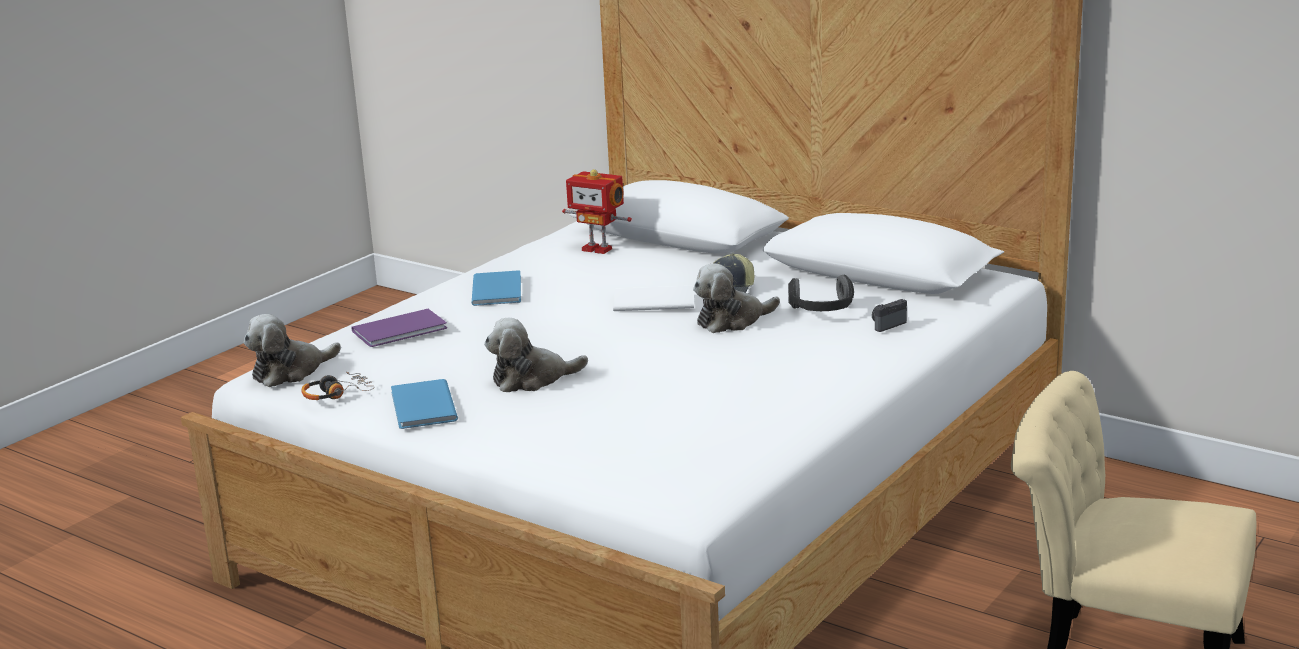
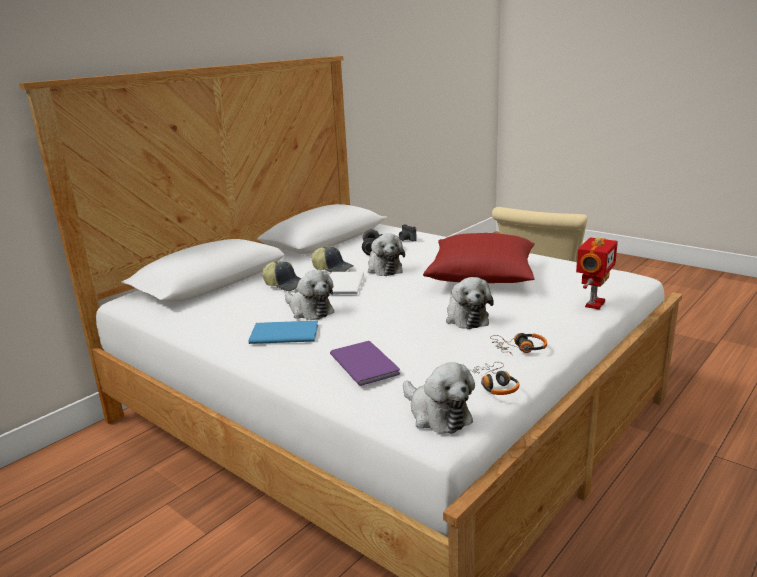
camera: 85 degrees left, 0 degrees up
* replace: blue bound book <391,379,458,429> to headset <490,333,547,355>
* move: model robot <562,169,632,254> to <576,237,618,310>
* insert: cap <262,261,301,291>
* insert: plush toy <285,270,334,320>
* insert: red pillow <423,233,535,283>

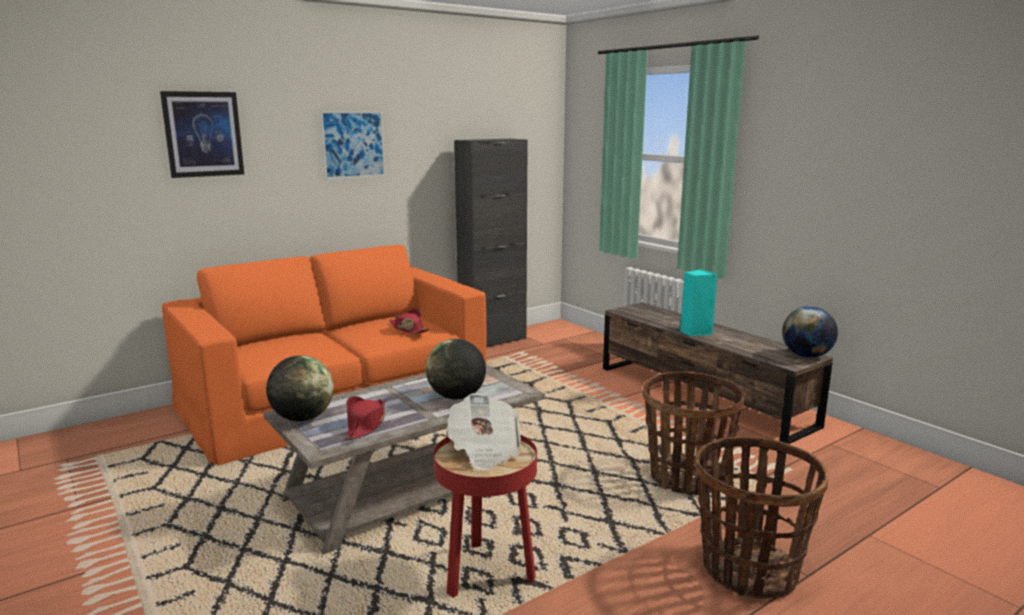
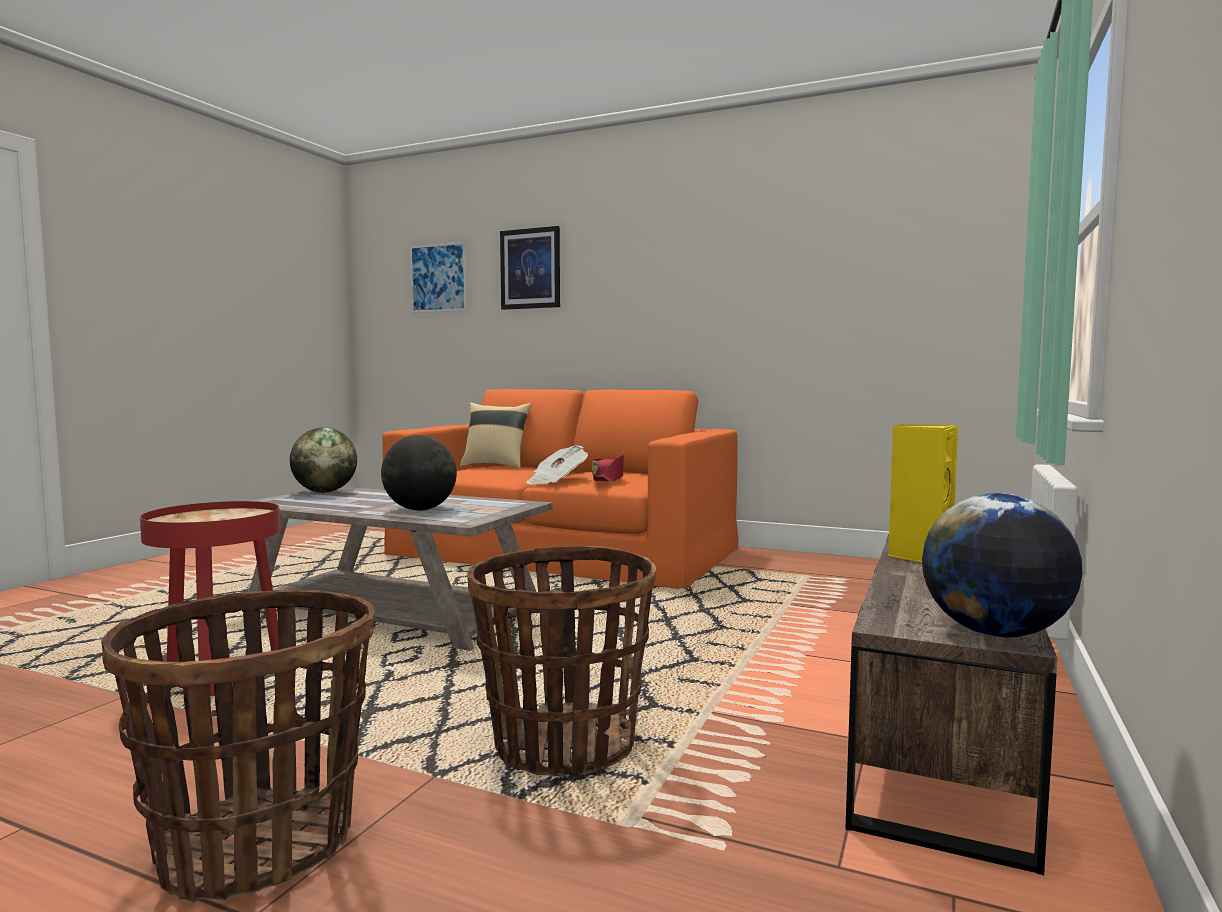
camera: 60 degrees right, 10 degrees down
* move: wall art <320,111,386,180> to <410,241,467,313>
* delete: red hat <345,396,385,440>
* move: newspaper <446,393,521,471> to <526,445,588,485>
* delete: black cupboard <454,139,528,347>
* recolor: blue-green loudspeaker <680,269,717,336> to yellow loudspeaker <888,424,958,562>
* insert: sand-coloured pillow <460,403,531,469>

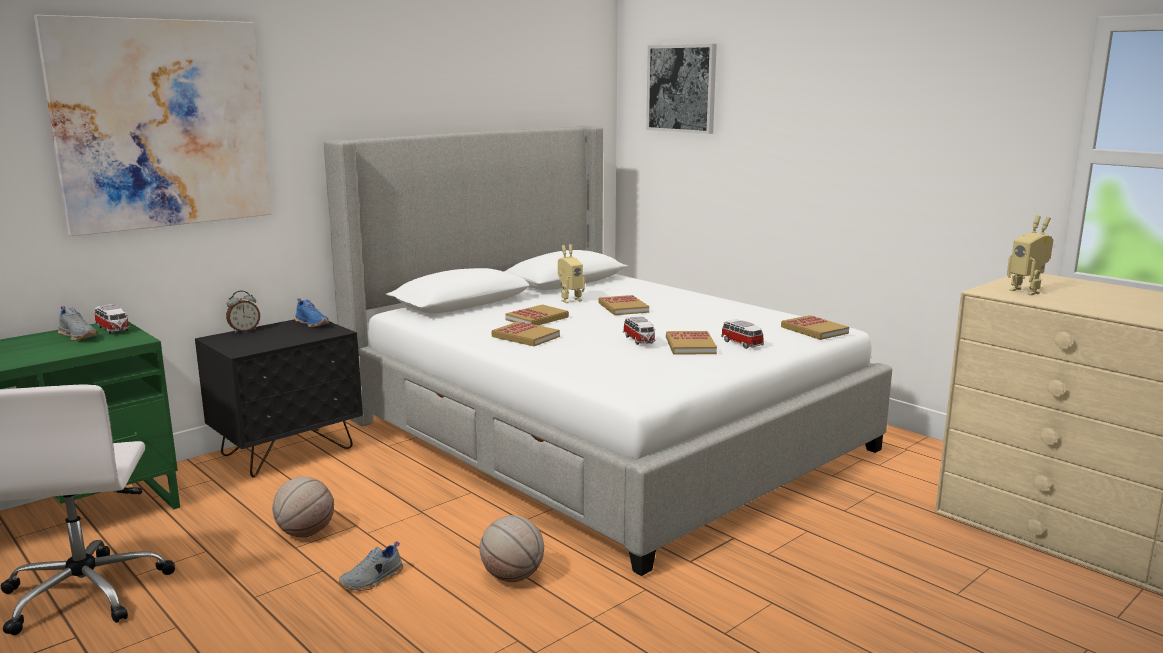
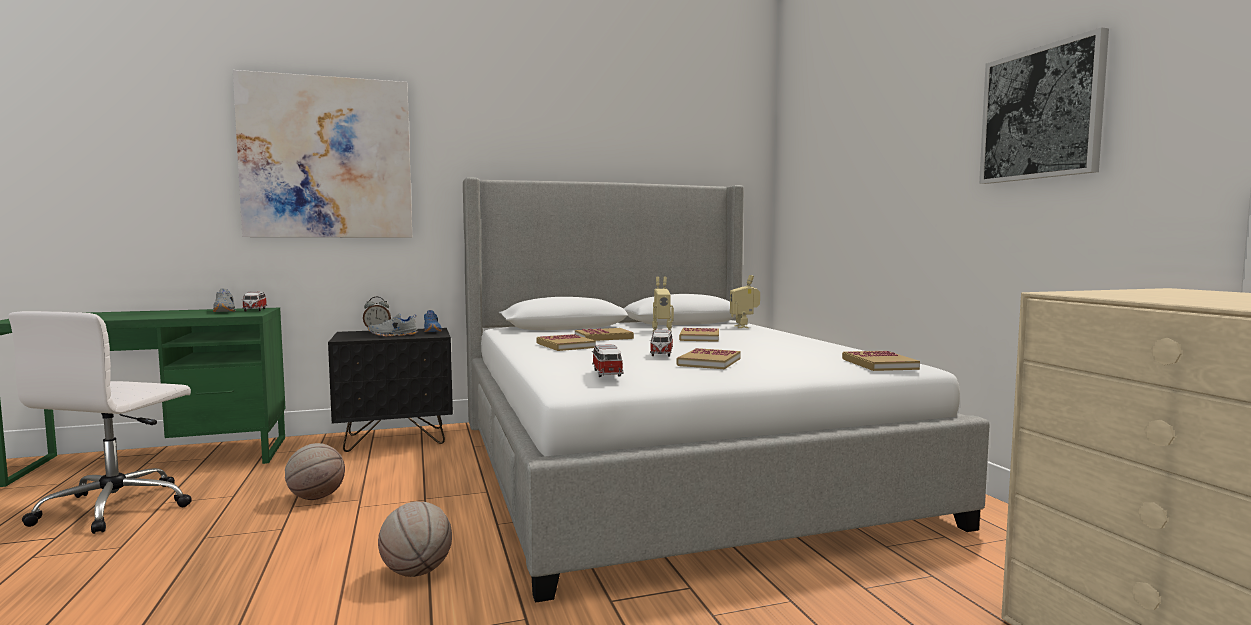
camera: 25 degrees right, 10 degrees down
* move: grey shoe <339,541,403,591> to <368,314,418,337>
* move: wall art <646,44,717,134> to <979,27,1109,184>
* move: miniature car <721,319,764,349> to <592,344,623,377>
* move: model robot <1007,215,1053,295> to <730,275,760,328>

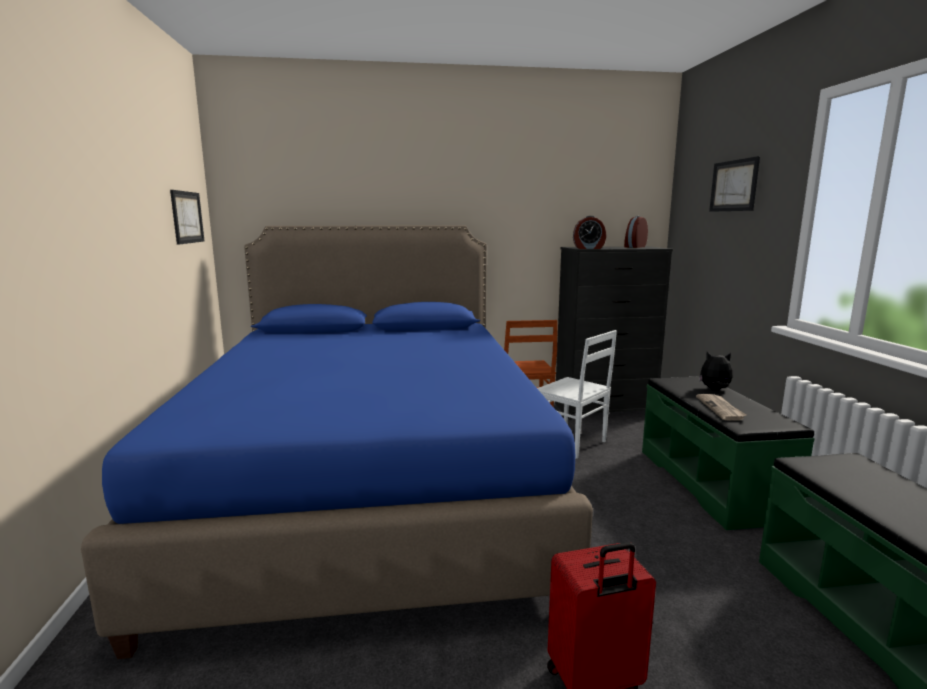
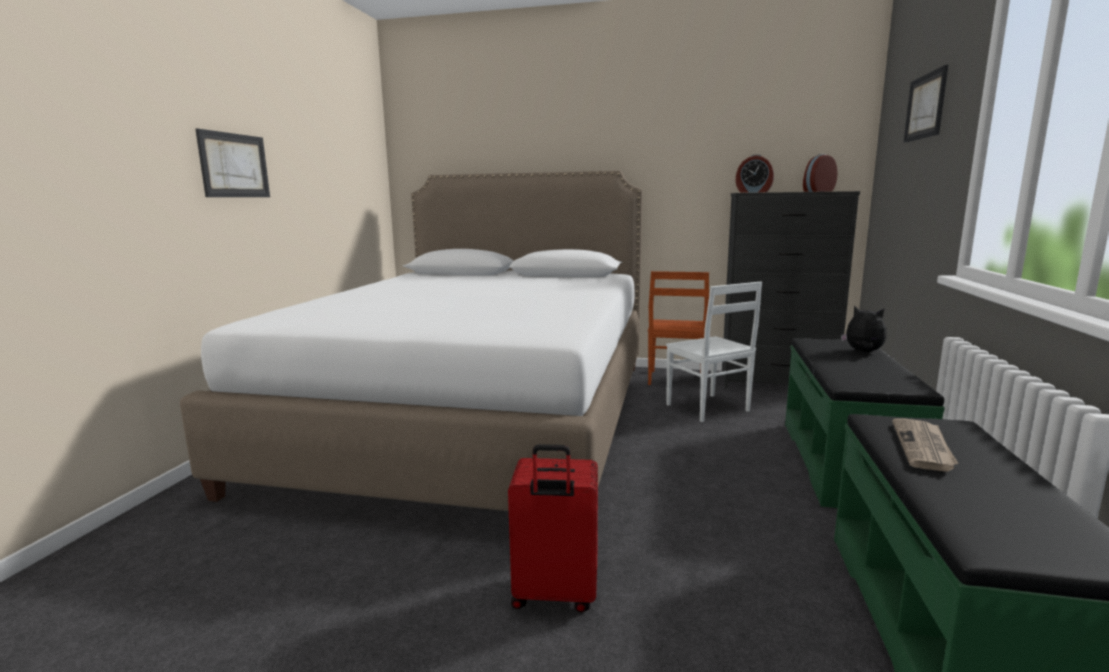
camera: 20 degrees right, 0 degrees up
* recolor: blue sleeping bed <81,225,593,659> to white sleeping bed <180,171,643,511>
* move: wall art <170,190,204,245> to <195,129,270,197>
* move: newspaper <696,394,746,420> to <892,419,958,472>

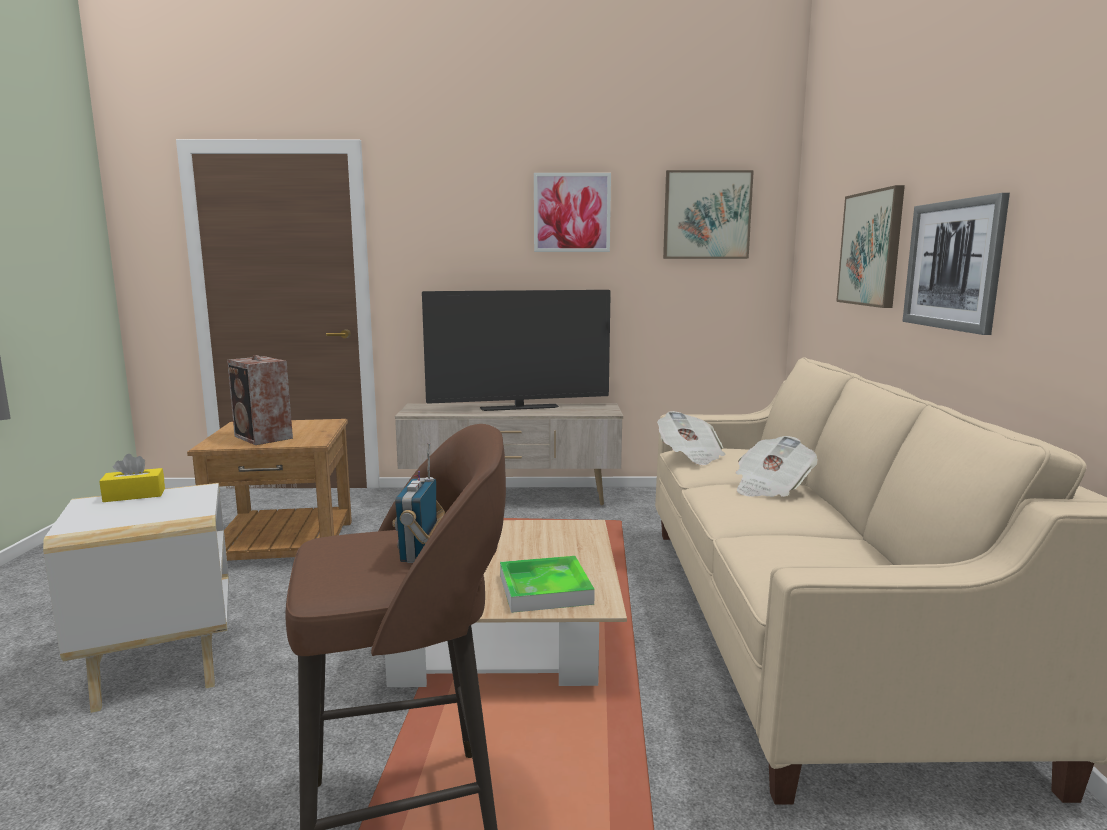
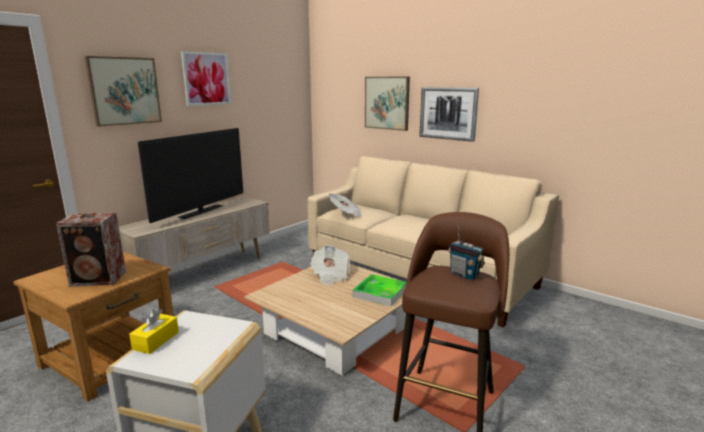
camera: 50 degrees left, 5 degrees up
* move: wall art <663,170,754,259> to <84,56,162,127>
* move: newspaper <736,436,818,497> to <310,245,350,285>

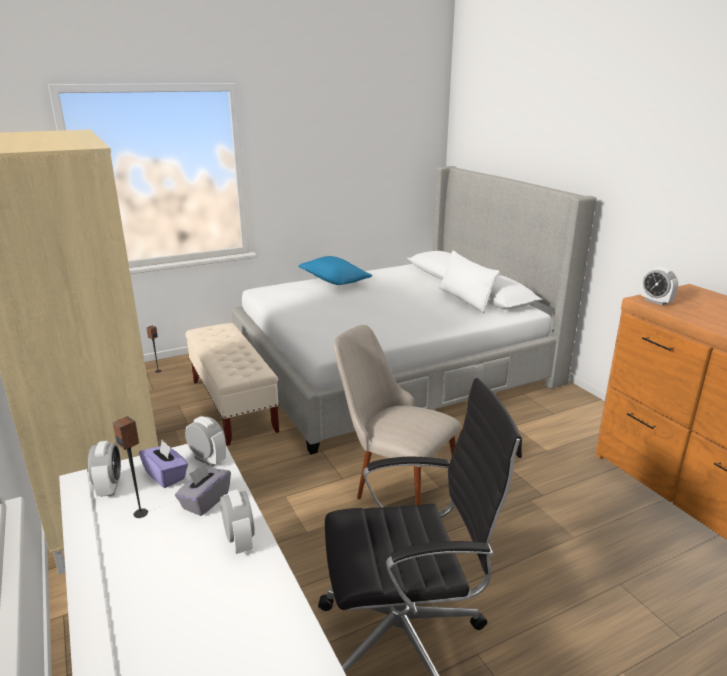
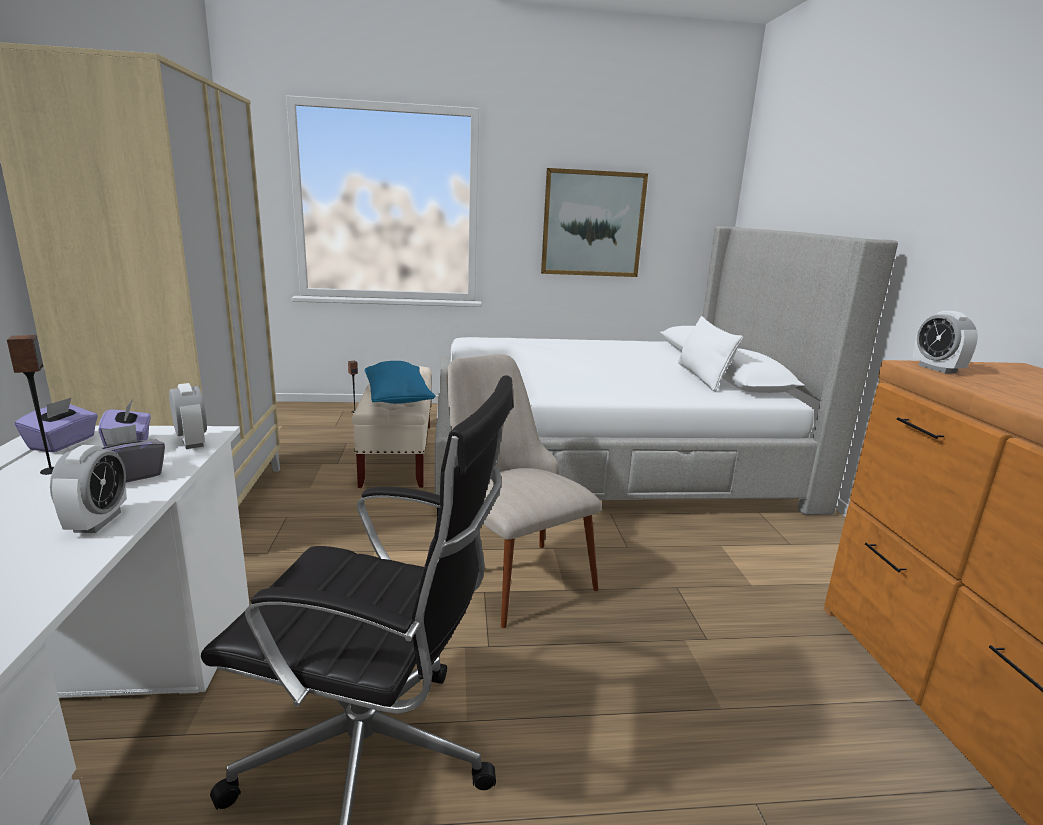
camera: 20 degrees right, 5 degrees down
* replace: alarm clock <88,441,121,497> to purple-coloured tissue holder <15,397,98,453>
* move: blue pillow <298,256,372,285> to <365,361,435,404>
* insert: wall art <541,168,648,277>

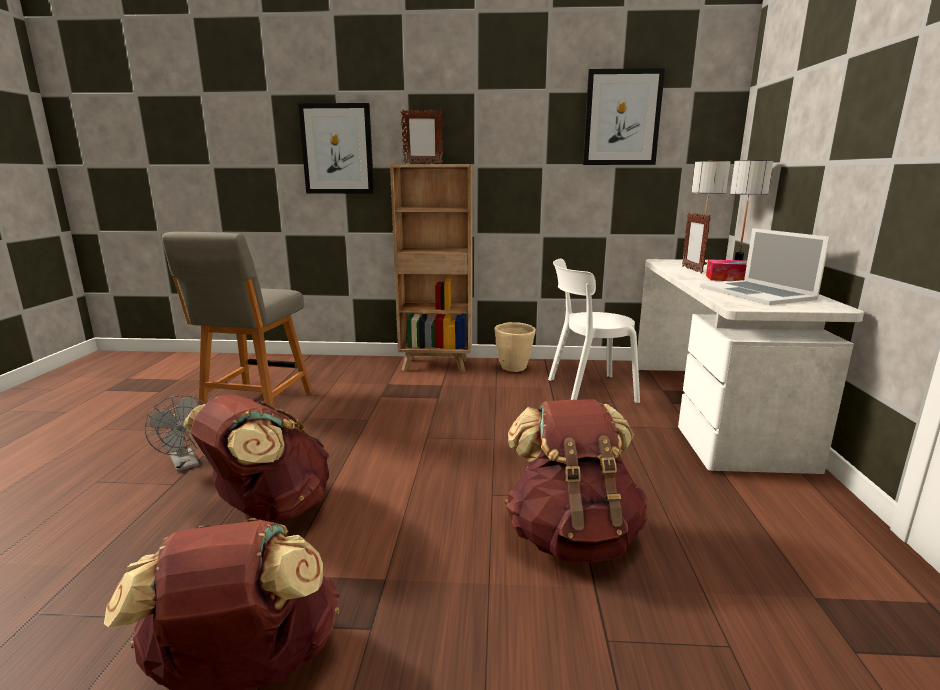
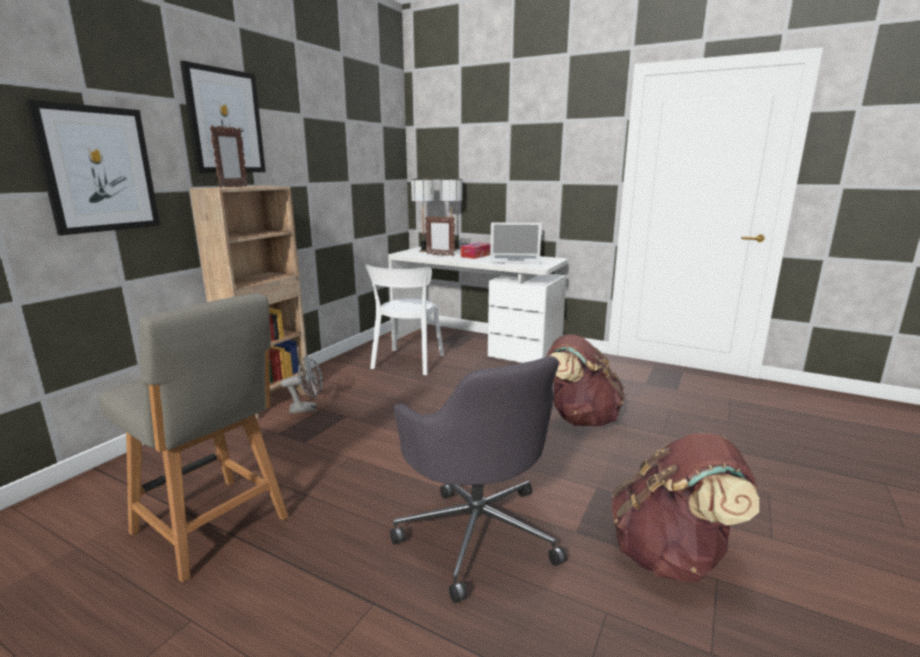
camera: 65 degrees left, 0 degrees up
* move: grey cooling fan <145,395,205,472> to <281,356,323,413>
* replace: brown rucksack <184,395,330,522> to grey office chair <390,356,567,603>
* delete: sand-coloured plant pot <495,322,536,372>
* move: wall art <583,68,665,165> to <180,61,266,173>

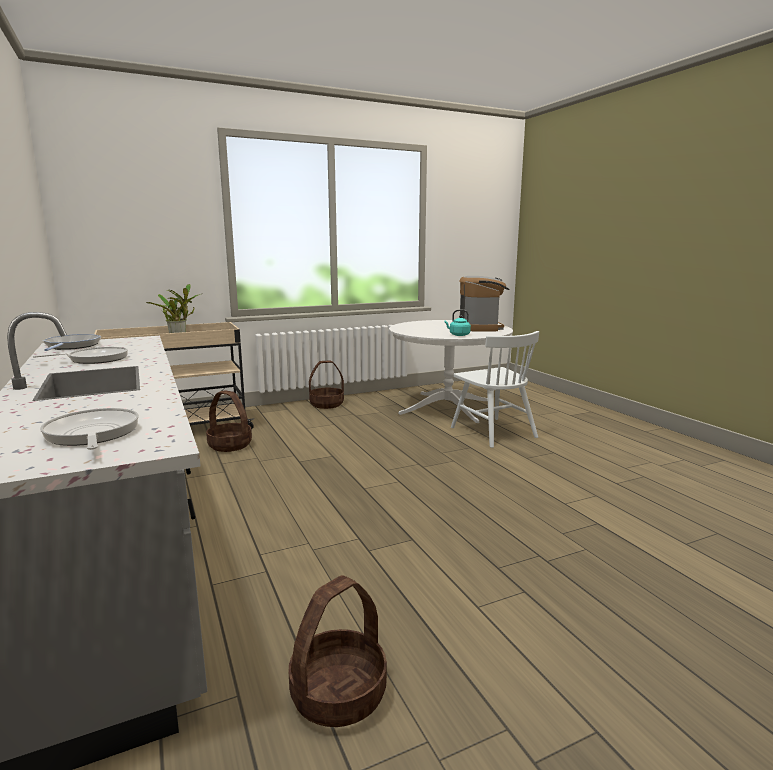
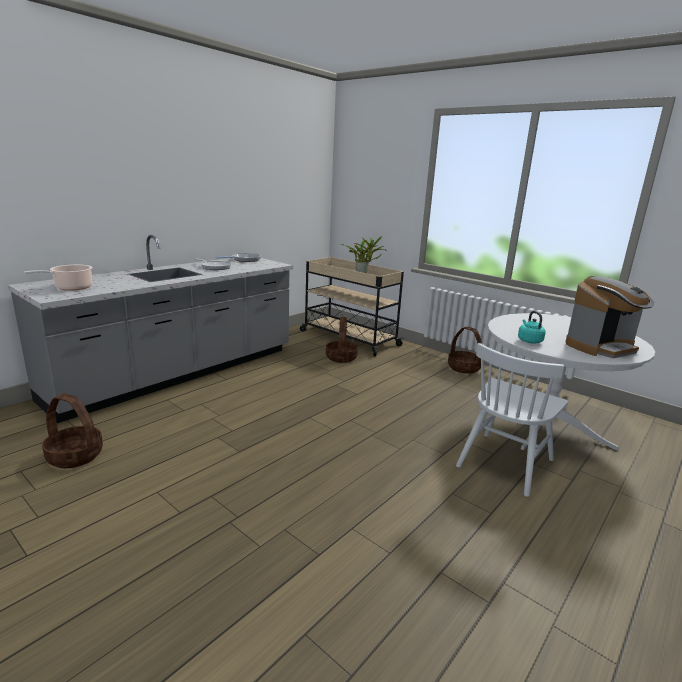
camera: 65 degrees right, 5 degrees up
* replace: pan <40,408,139,450> to saucepot <24,265,93,291>

